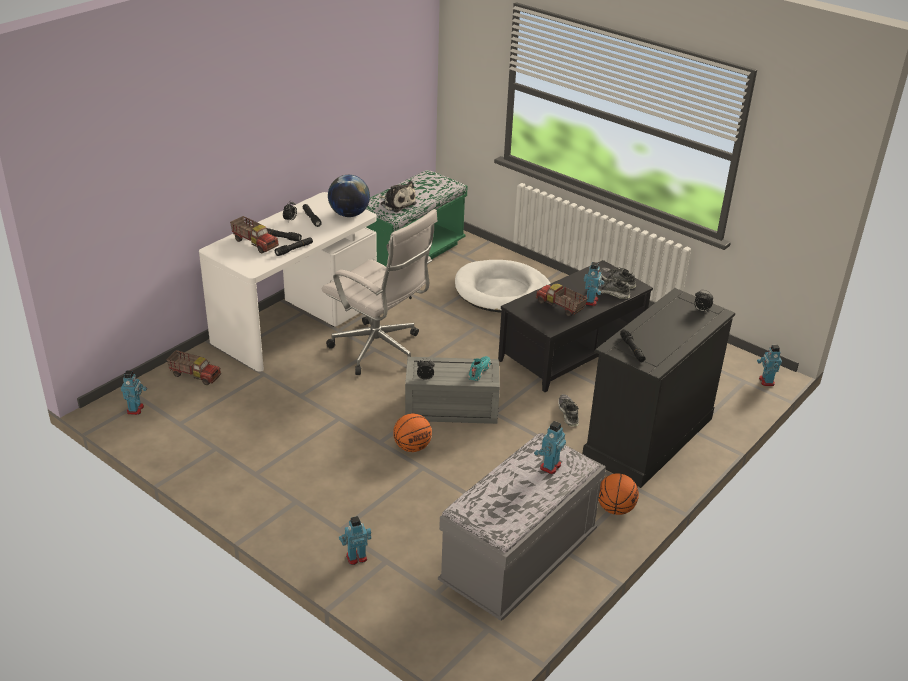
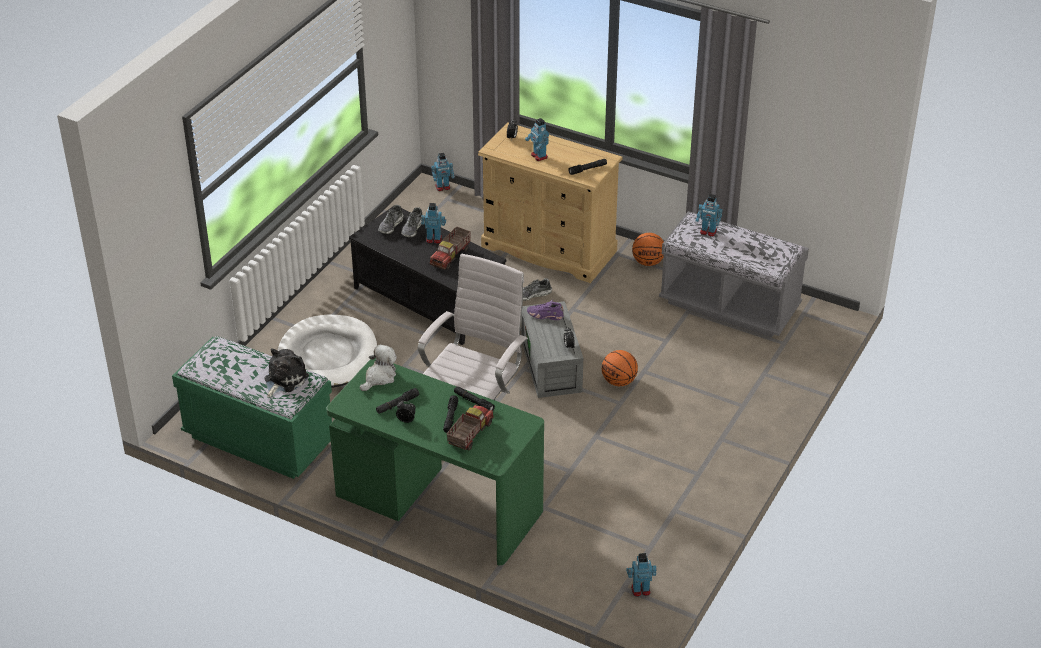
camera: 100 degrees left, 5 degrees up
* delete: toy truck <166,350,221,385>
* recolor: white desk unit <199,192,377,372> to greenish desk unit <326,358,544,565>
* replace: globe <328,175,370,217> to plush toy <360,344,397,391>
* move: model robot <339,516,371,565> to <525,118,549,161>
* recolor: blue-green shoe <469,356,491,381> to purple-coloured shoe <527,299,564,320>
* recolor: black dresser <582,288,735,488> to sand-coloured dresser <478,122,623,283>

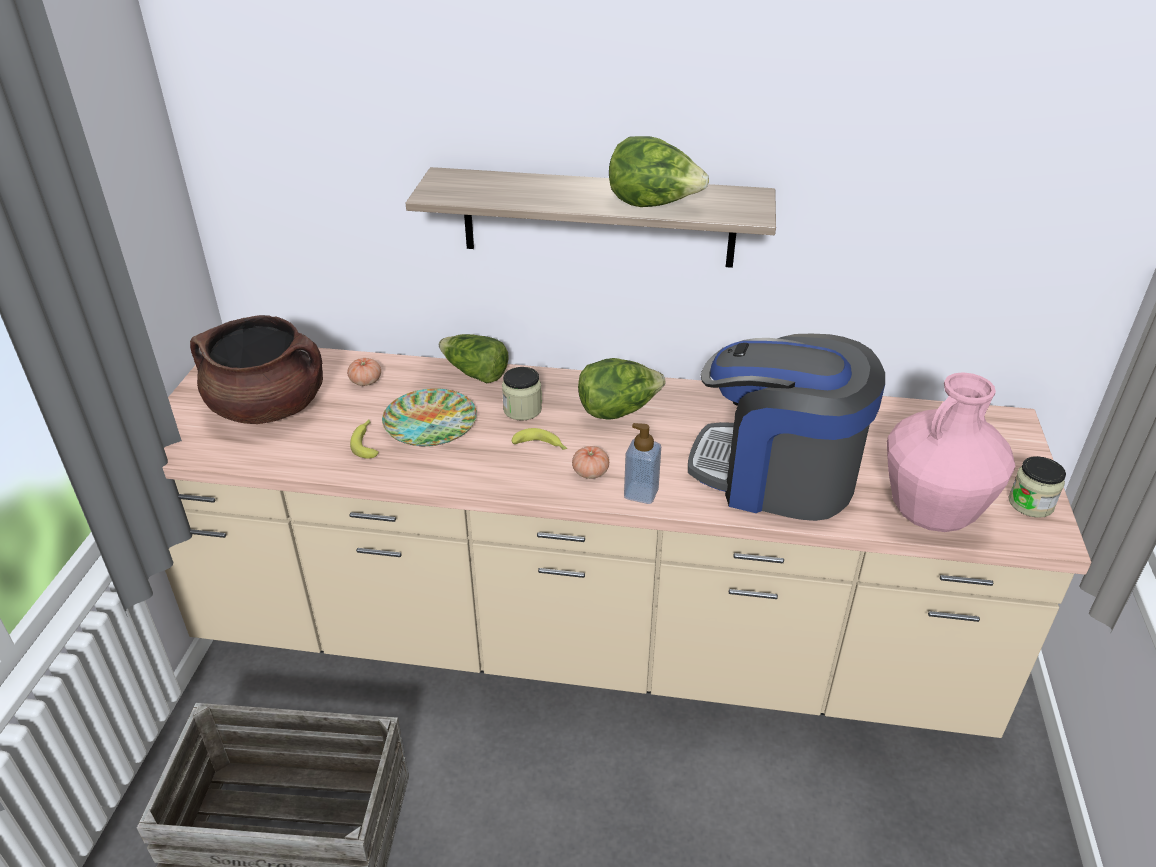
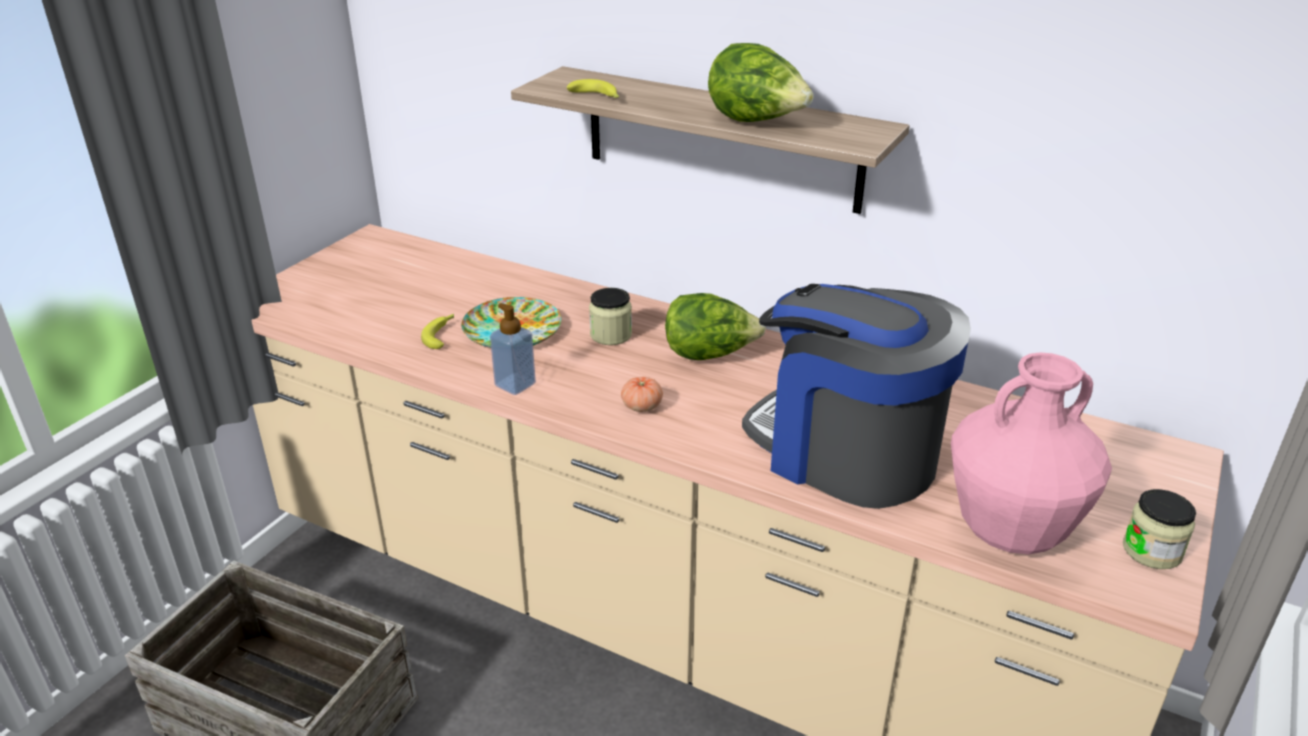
camera: 20 degrees right, 5 degrees down
* delete: brown saucepot <190,315,323,424>
* delete: fresh tomato <347,358,381,386>
* delete: head of lettuce <439,334,509,383>
* move: whole banana <512,428,567,450> to <567,79,619,98>
* move: soap bottle <624,423,661,504> to <490,303,536,395>

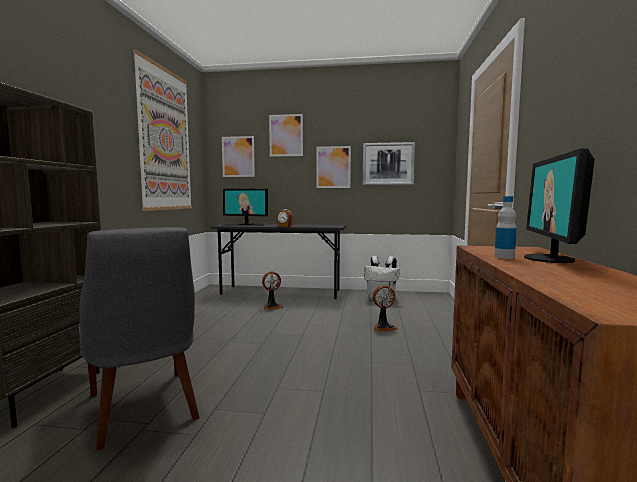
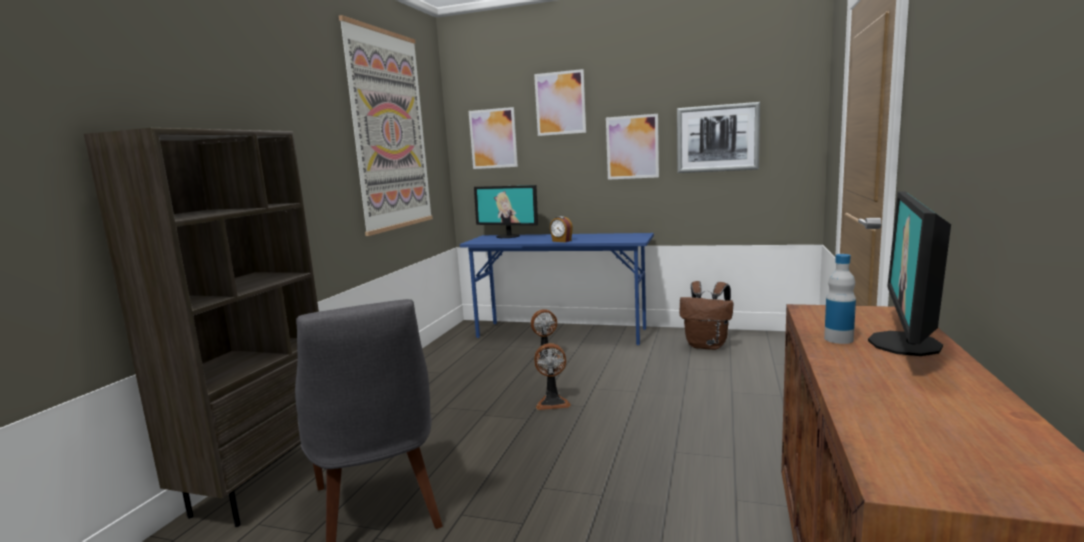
camera: 10 degrees right, 5 degrees up
* recolor: grey desk unit <211,223,346,299> to blue desk unit <460,233,654,345>
* recolor: white rucksack <364,256,400,302> to brown rucksack <680,281,733,350>
* move: cooling fan <373,285,398,332> to <534,343,571,410>

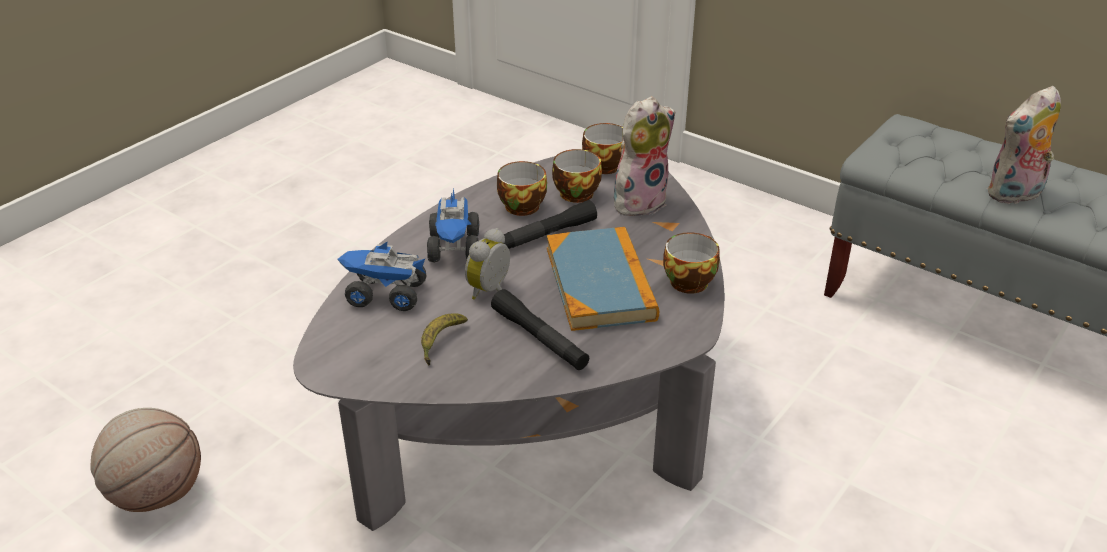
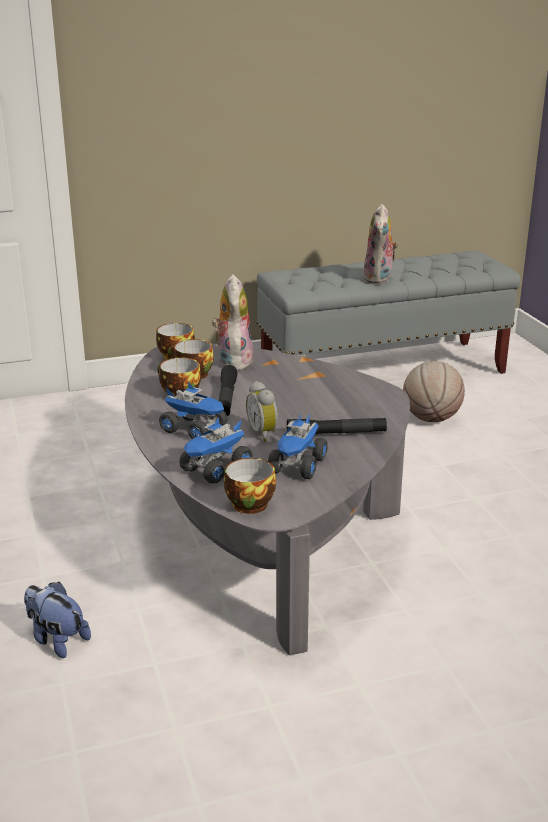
camera: 55 degrees left, 10 degrees down
* move: ball for basketball <91,408,201,512> to <403,361,465,422>
* replace: whole banana <421,313,468,366> to toy truck <268,413,328,479>
* delete: bound book <547,227,659,331>
* move: cup <663,232,720,294> to <224,458,276,514>
* insert: plush toy <24,582,91,658>

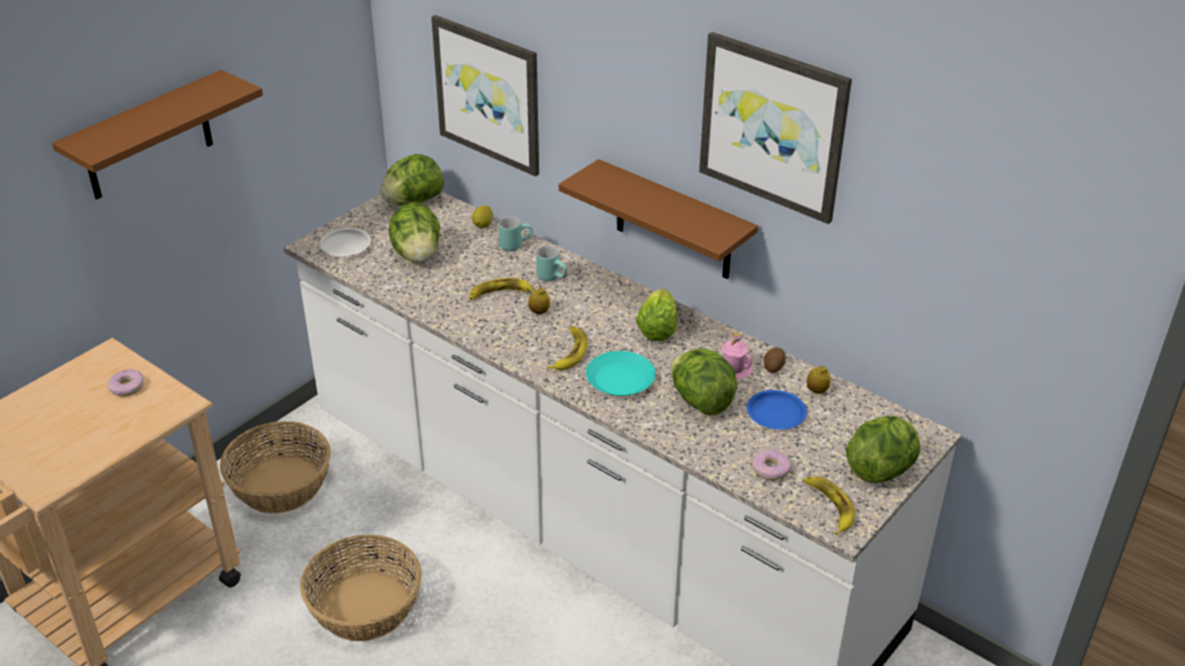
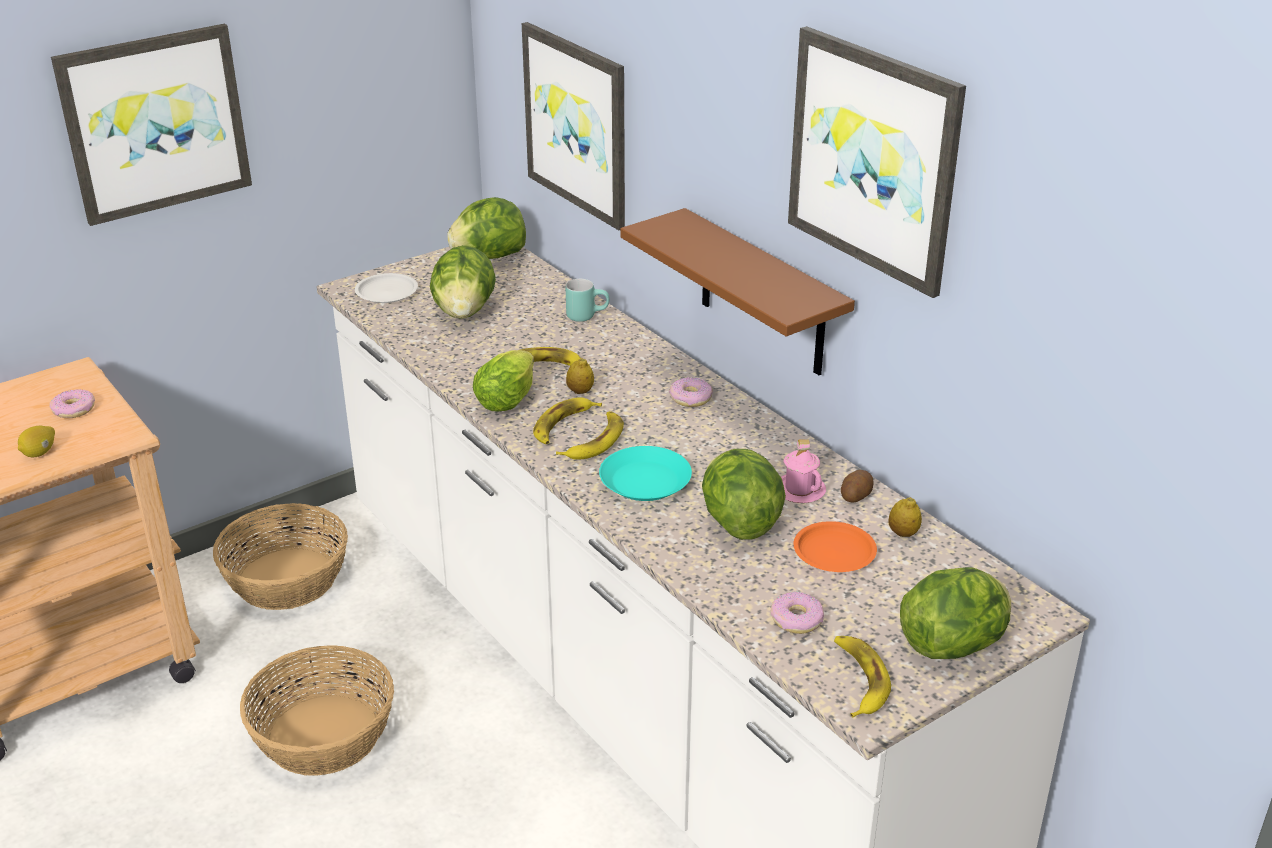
camera: 15 degrees right, 5 degrees down
* replace: brown bracket shelf <52,70,263,199> to wall art <51,24,252,226>
* move: lemon <472,206,493,228> to <18,426,55,457>
* delete: blue-green mug <536,246,567,281>
* move: head of lettuce <636,288,677,341> to <473,350,534,411>
* recolor: blue dinner plate <747,390,807,430> to orange-coloured dinner plate <793,521,877,572>
* insert: whole banana <533,397,602,444>
* insert: ring doughnut <669,377,713,407>

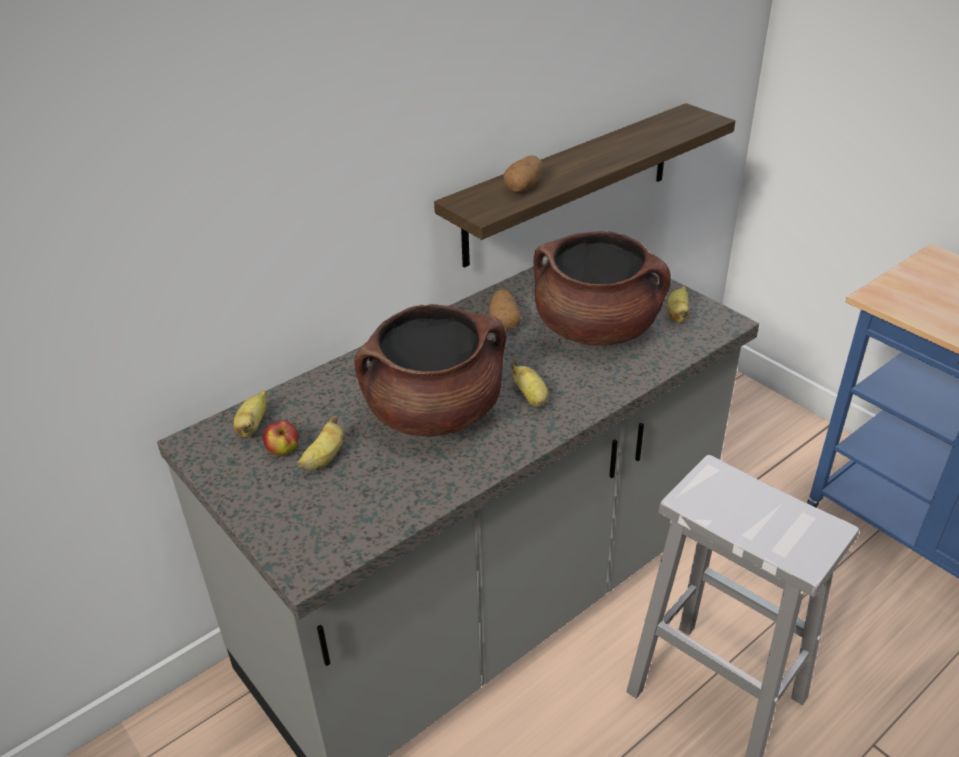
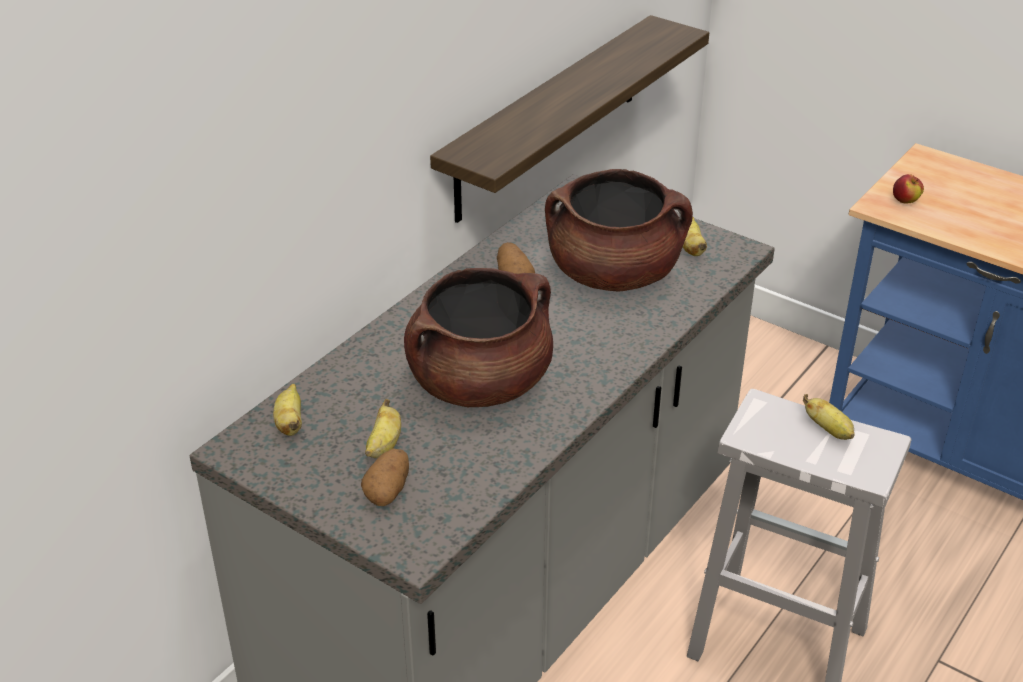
camera: 15 degrees left, 0 degrees up
* move: apple fruit <263,420,299,455> to <893,174,924,203>
* move: spud <503,155,543,192> to <361,448,409,506>
* move: whole banana <511,361,548,407> to <803,394,855,440>

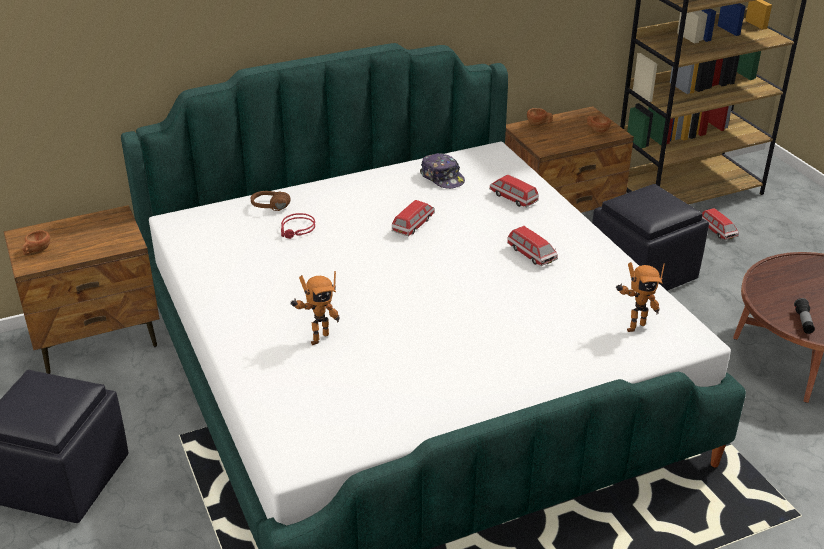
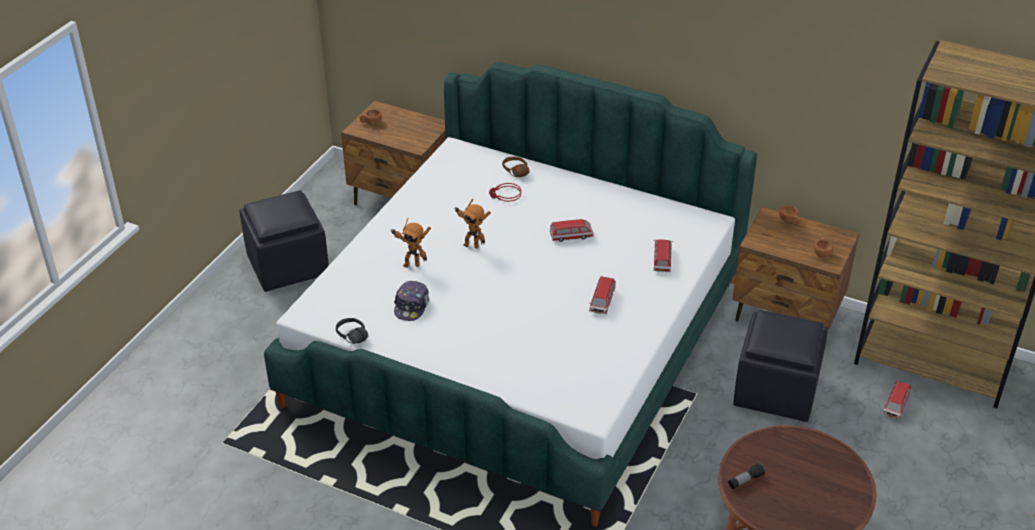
camera: 50 degrees right, 5 degrees up
* move: cap <420,153,465,189> to <394,281,430,321>
* move: model robot <616,262,665,332> to <454,199,491,249>
* insert: black headset <336,318,368,344>

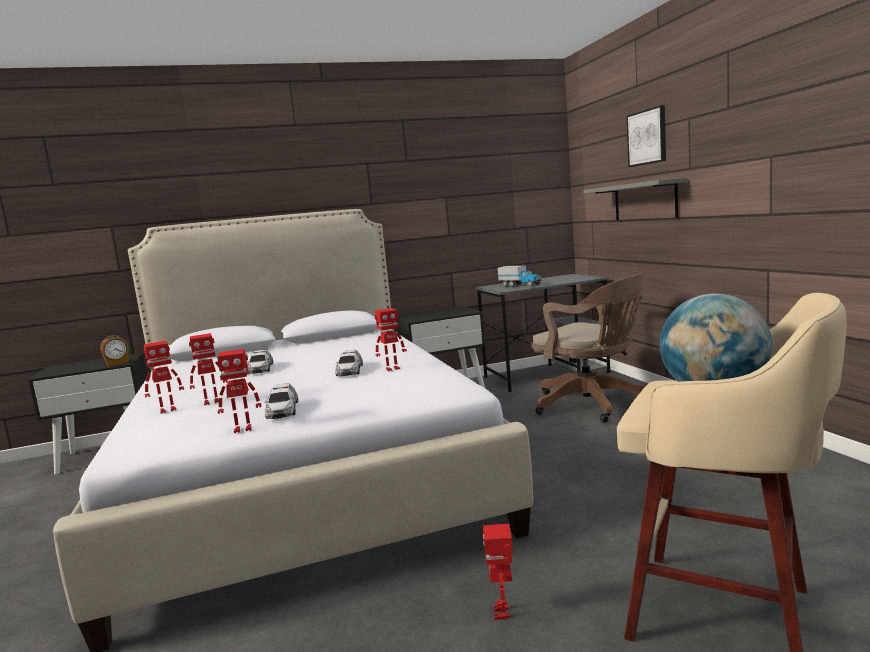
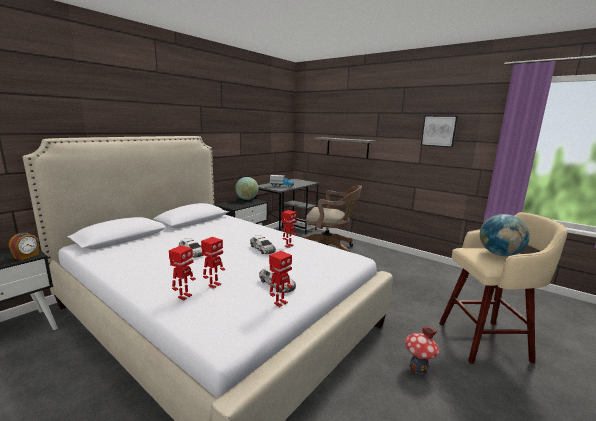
camera: 35 degrees left, 5 degrees up
* replace: model robot <483,524,513,620> to miniature house <405,326,440,375>
* move: wall art <627,105,666,167> to <421,116,458,147>
* insert: globe <235,177,258,200>

